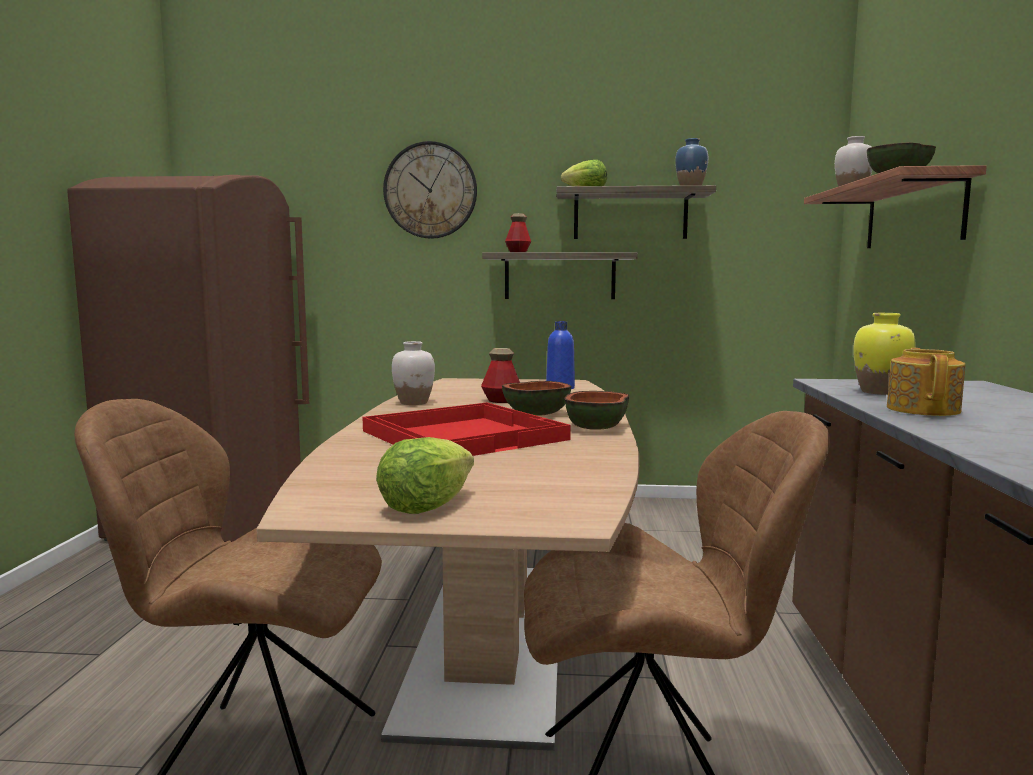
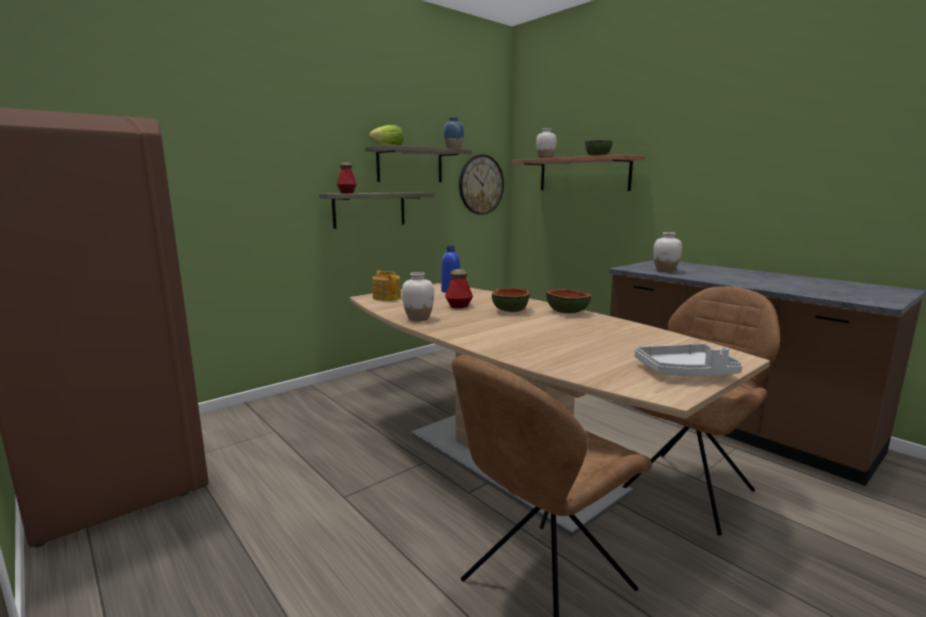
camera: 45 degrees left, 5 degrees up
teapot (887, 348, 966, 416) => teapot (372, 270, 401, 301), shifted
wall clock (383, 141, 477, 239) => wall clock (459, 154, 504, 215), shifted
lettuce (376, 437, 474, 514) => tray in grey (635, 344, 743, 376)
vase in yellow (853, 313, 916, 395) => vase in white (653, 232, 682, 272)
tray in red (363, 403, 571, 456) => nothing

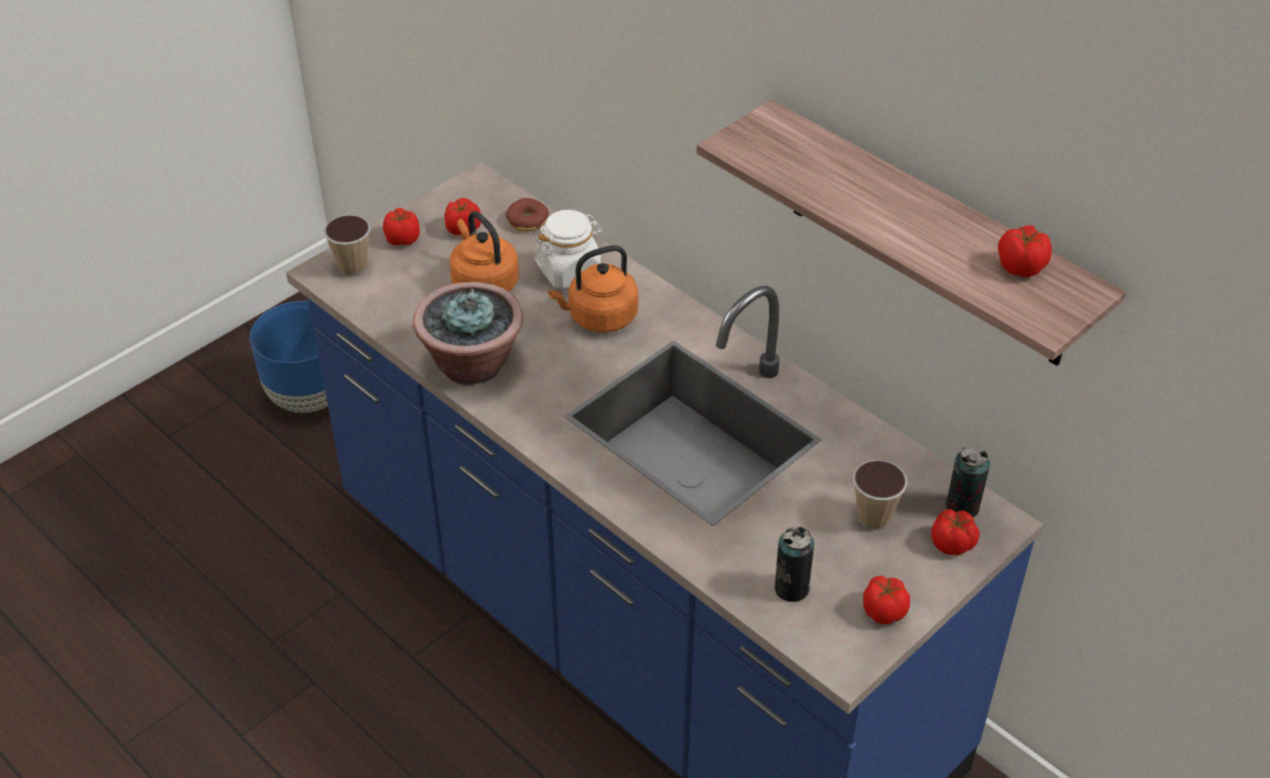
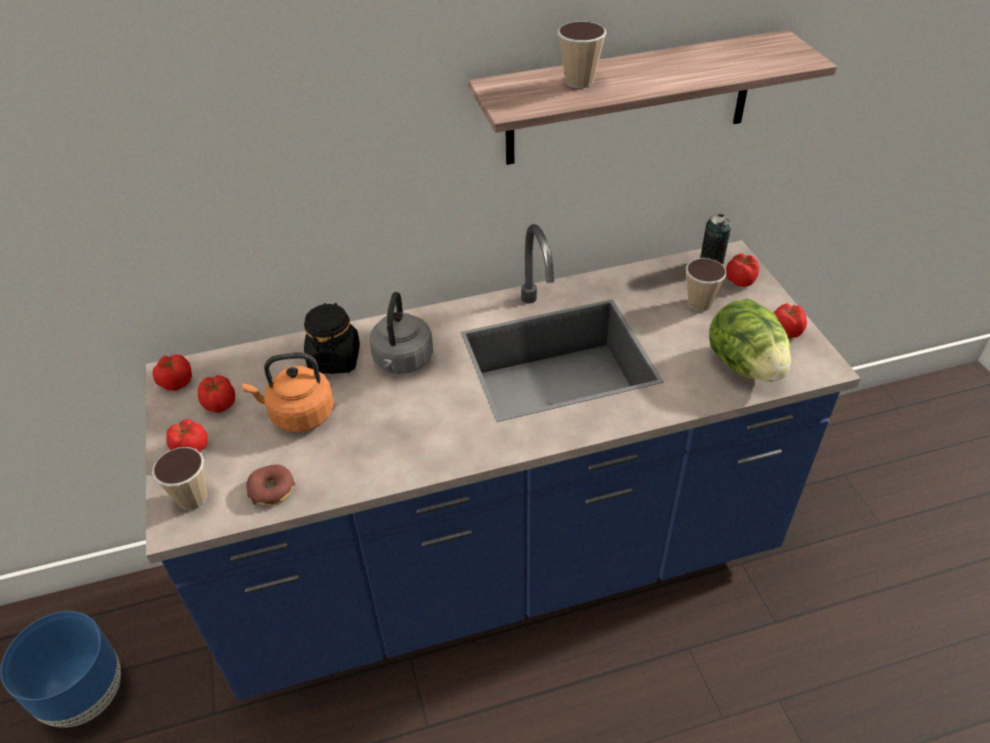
camera: 60 degrees left, 0 degrees up
tomato (998, 225, 1052, 277) => tomato (152, 354, 192, 391), shifted
donut (506, 198, 549, 232) => donut (247, 465, 295, 506), shifted
jar in white (535, 210, 603, 289) => jar in black (304, 303, 360, 374)
kettle in orange (548, 245, 638, 332) => kettle in grey (370, 292, 433, 374)
nothing => cup (557, 21, 607, 88)
can (775, 527, 814, 602) => lettuce (709, 299, 791, 382)
potted plant (413, 282, 523, 386) => nothing

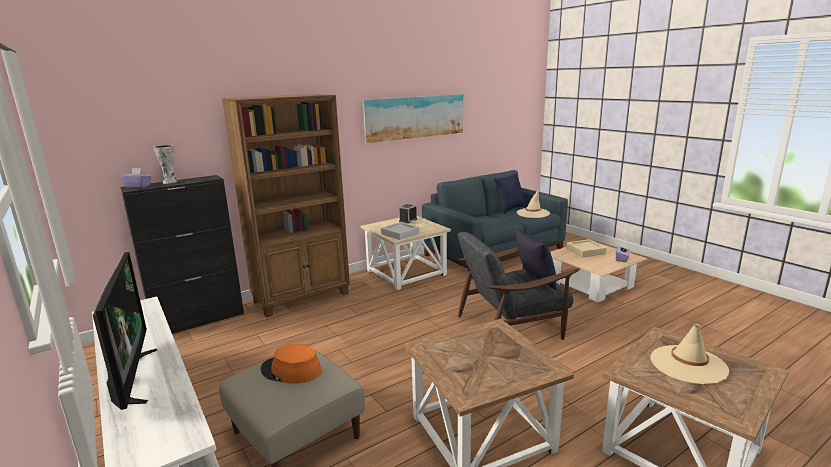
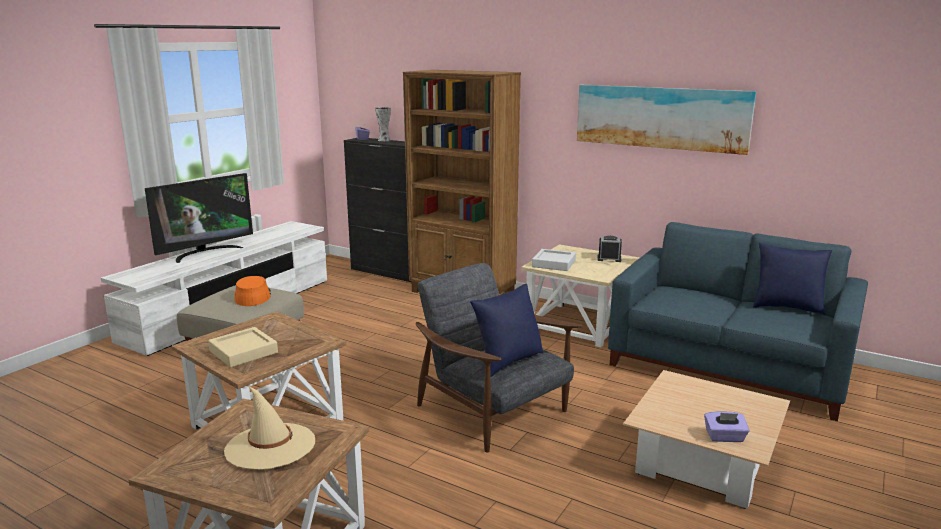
camera: 65 degrees right, 0 degrees up
tray in beige (566, 239, 607, 257) => tray in beige (208, 327, 278, 368), shifted
hat in beige (517, 191, 550, 218) => nothing

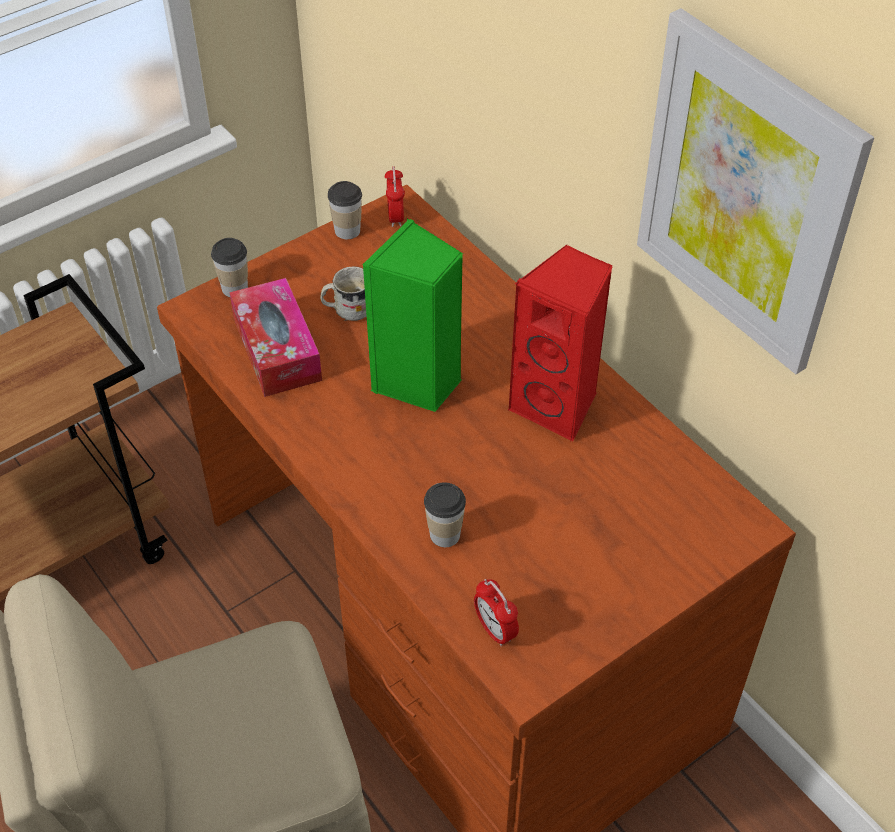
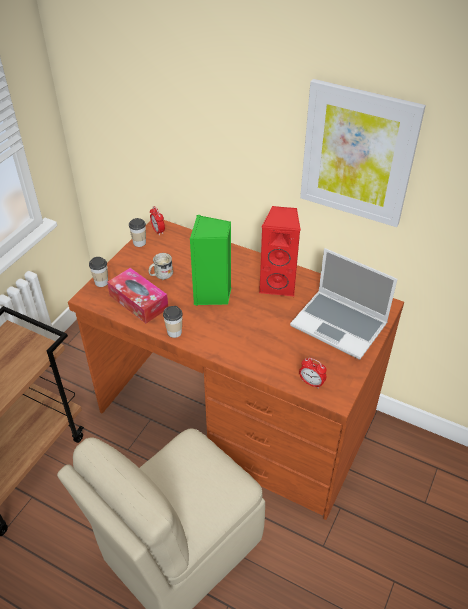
camera: 25 degrees left, 5 degrees down
cup (424, 482, 466, 547) => cup (163, 306, 183, 338), shifted
nothing => laptop (290, 248, 397, 360)

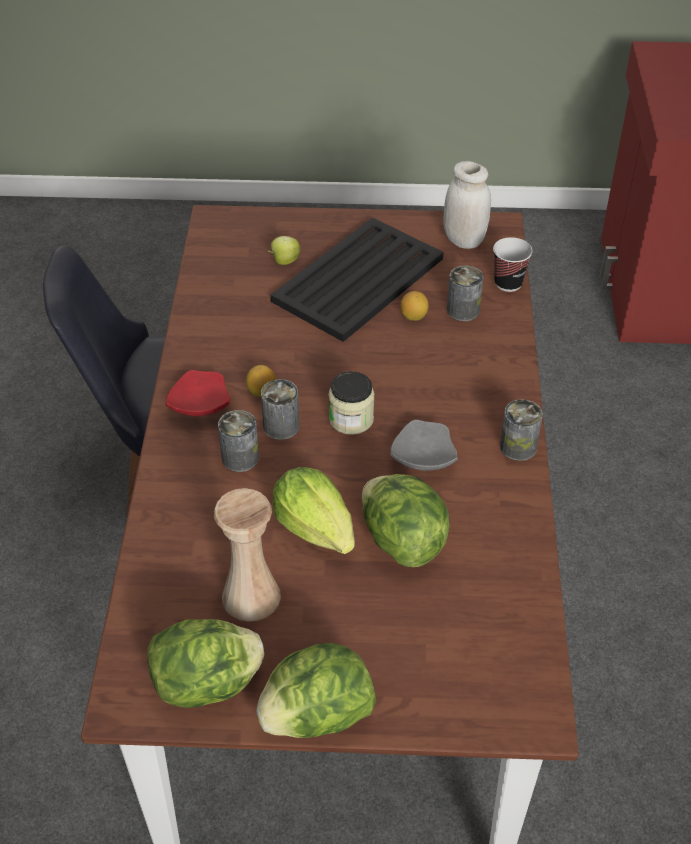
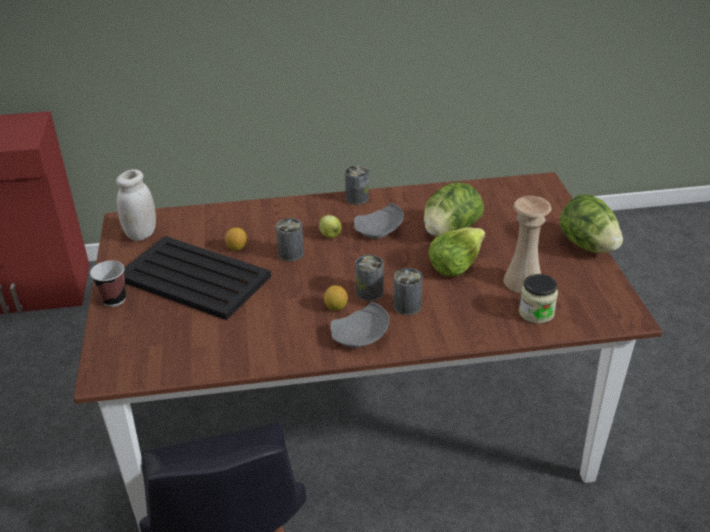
camera: 100 degrees left, 10 degrees down
cup (493, 237, 533, 292) => cup (90, 261, 126, 307), shifted
can (447, 266, 484, 321) => can (276, 218, 304, 262), shifted
apple (268, 236, 300, 265) => apple (319, 215, 341, 238), shifted
plate in red (165, 370, 230, 417) => plate in grey (330, 302, 389, 348)
jar (328, 371, 375, 435) => jar (519, 274, 558, 324), shifted
lettuce (147, 619, 264, 708) => nothing

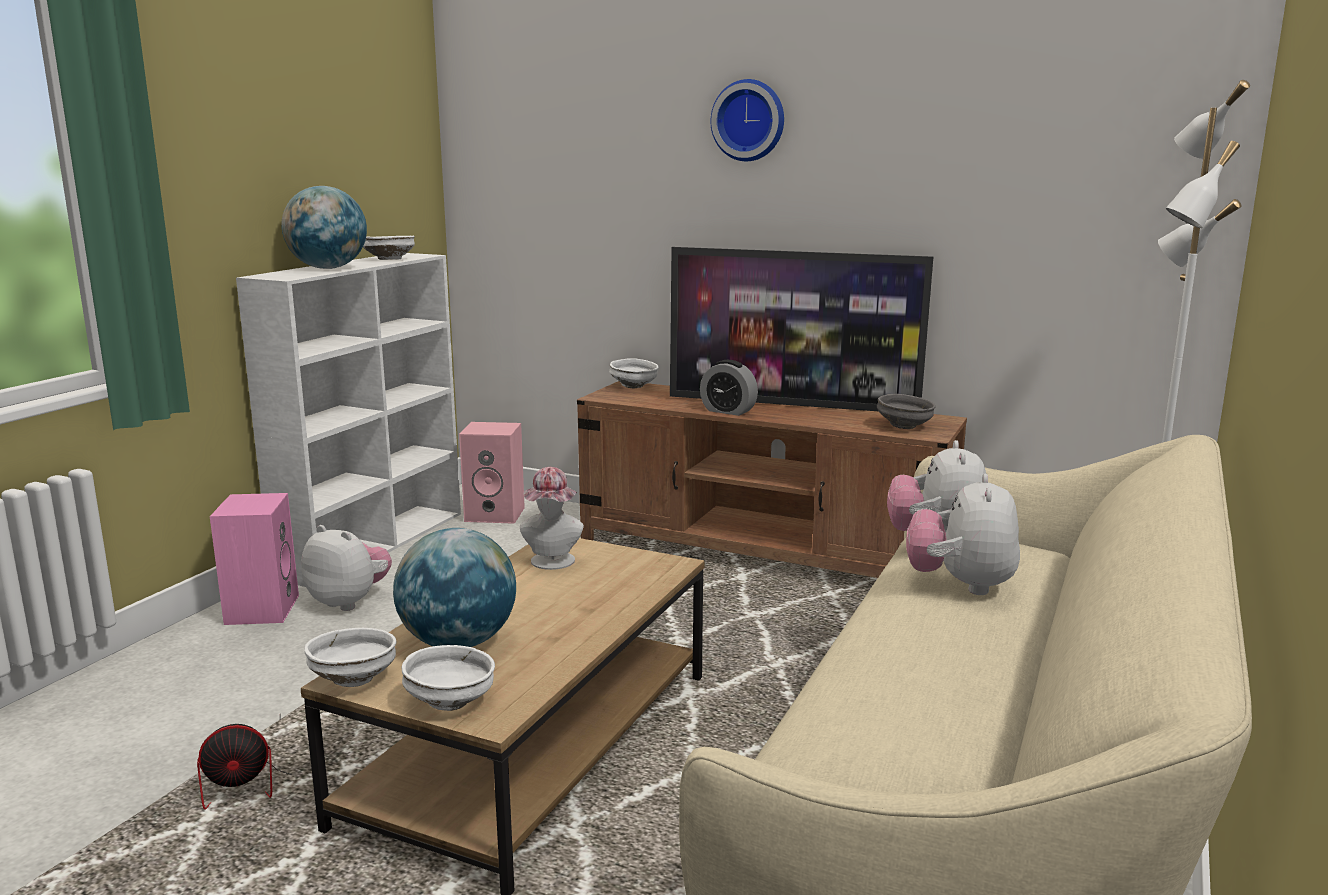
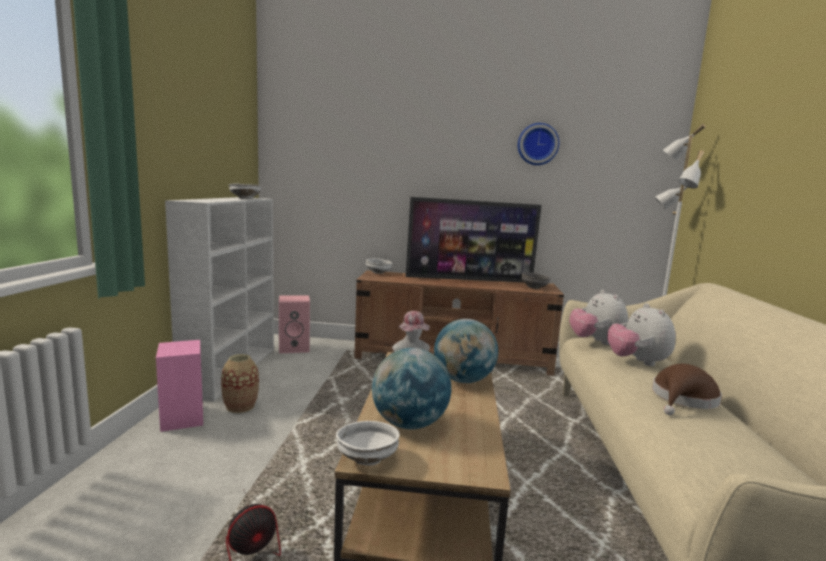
camera: 20 degrees left, 5 degrees down
plush toy (301, 525, 392, 611) => vase (221, 354, 259, 413)
globe (281, 186, 367, 269) => globe (434, 319, 498, 383), shifted
wall clock (710, 79, 784, 161) => wall clock (518, 123, 559, 165), shifted
nothing => hat in brown (652, 364, 722, 415)
bowl in white (401, 645, 495, 711) => nothing
alarm clock (700, 360, 758, 416) => nothing

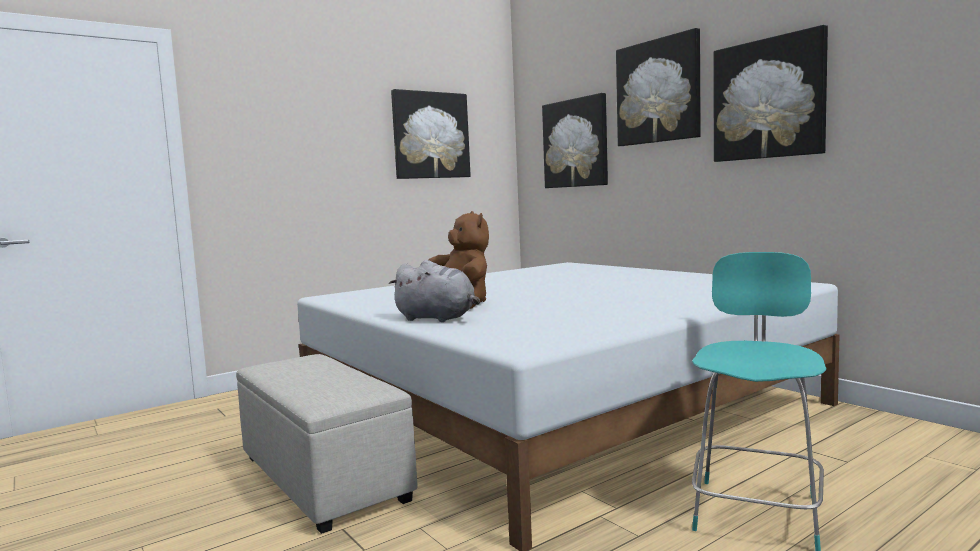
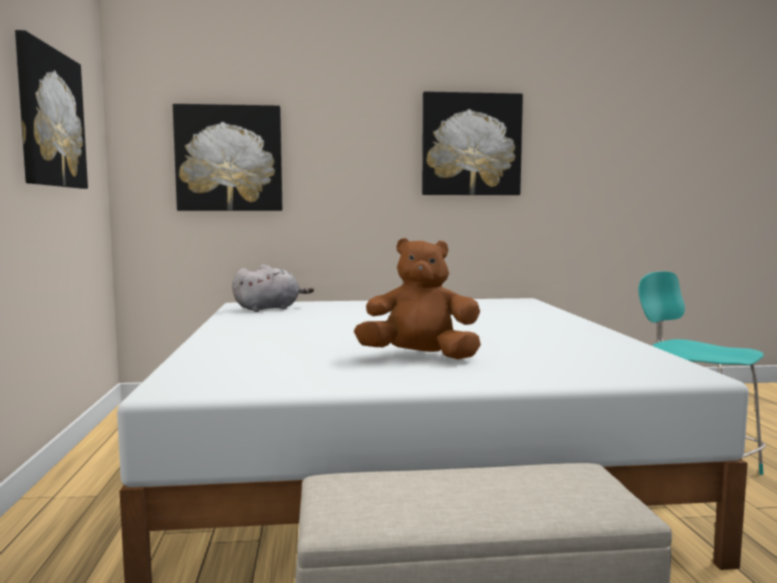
camera: 60 degrees left, 0 degrees up
plush toy in grey (388, 260, 480, 322) => plush toy in grey (232, 264, 314, 312), shifted
picture (616, 28, 701, 146) => nothing

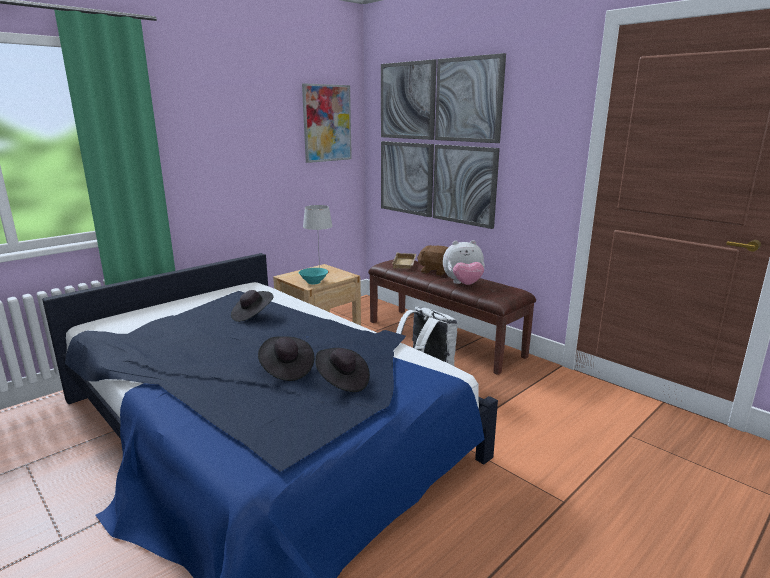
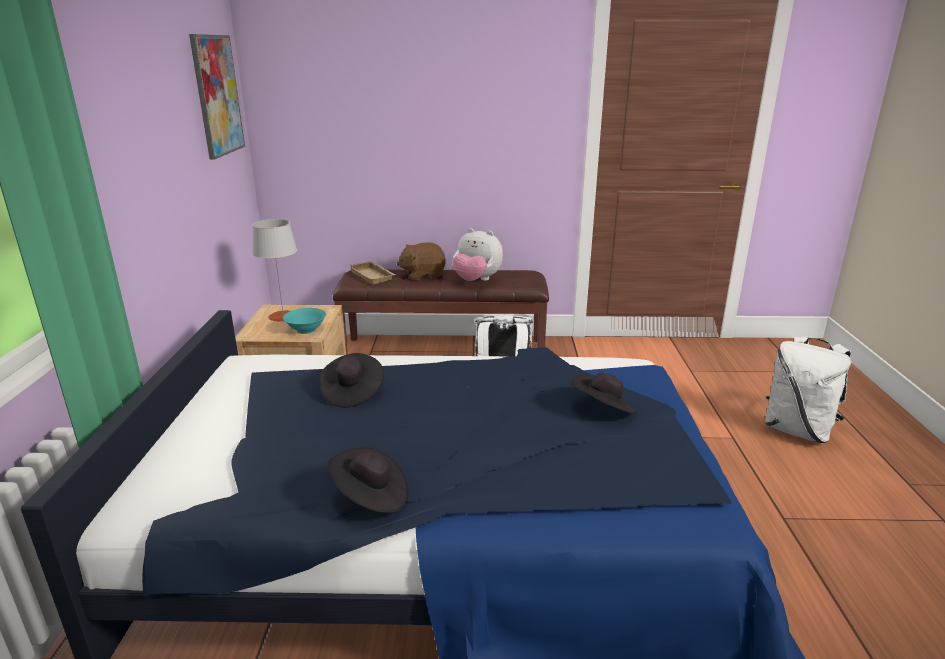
camera: 45 degrees left, 5 degrees up
hat in black (258, 336, 315, 381) => hat in black (327, 447, 409, 513), shifted
plush toy (443, 240, 485, 285) => plush toy (452, 228, 503, 281), 75 degrees clockwise
nothing => backpack in white (765, 337, 851, 443)
picture (381, 53, 506, 229) => nothing

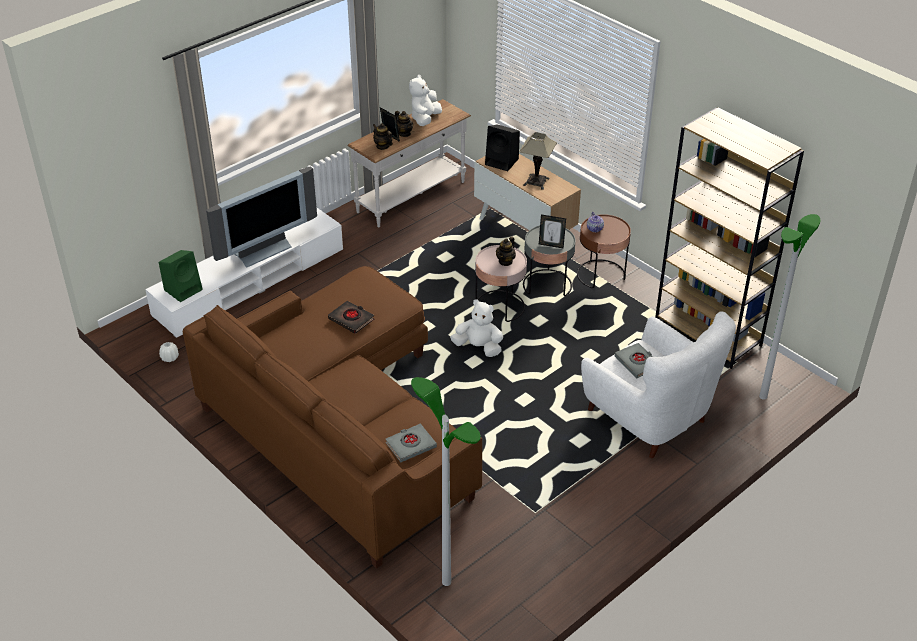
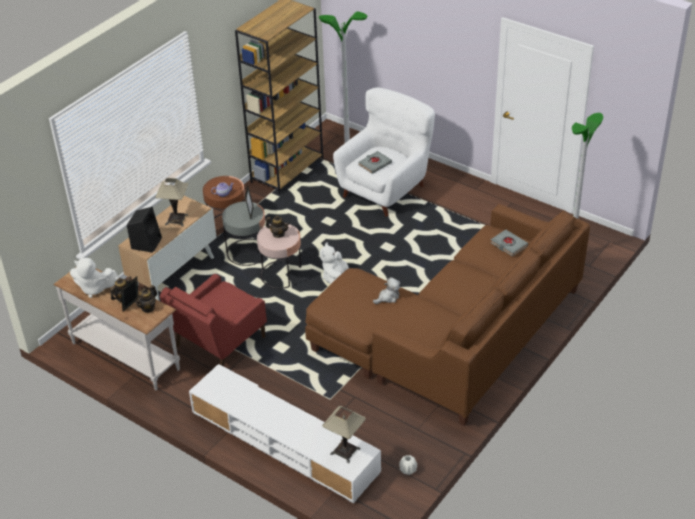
camera: 100 degrees left, 0 degrees up
nothing => armchair in red (160, 274, 267, 366)
speaker in green (159, 250, 203, 302) => table lamp (322, 406, 366, 463)
book in black (328, 301, 374, 334) => plush toy (373, 277, 400, 304)
television (206, 166, 317, 268) => nothing

